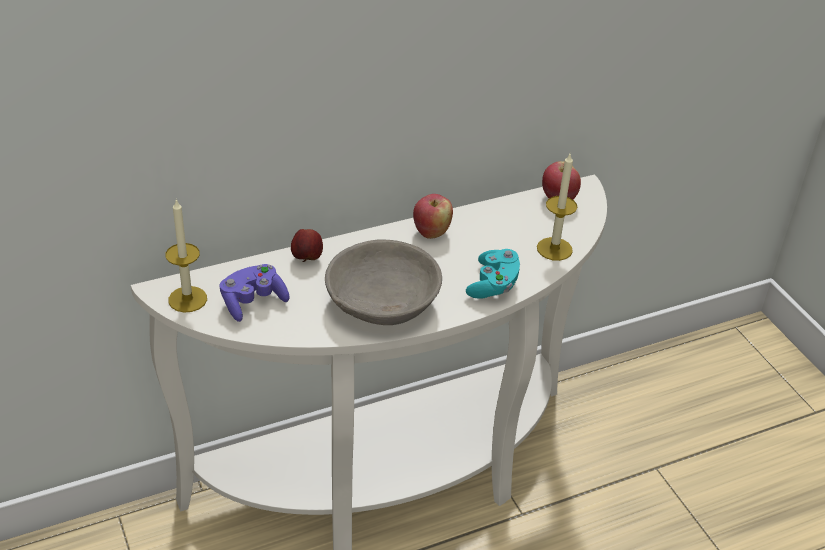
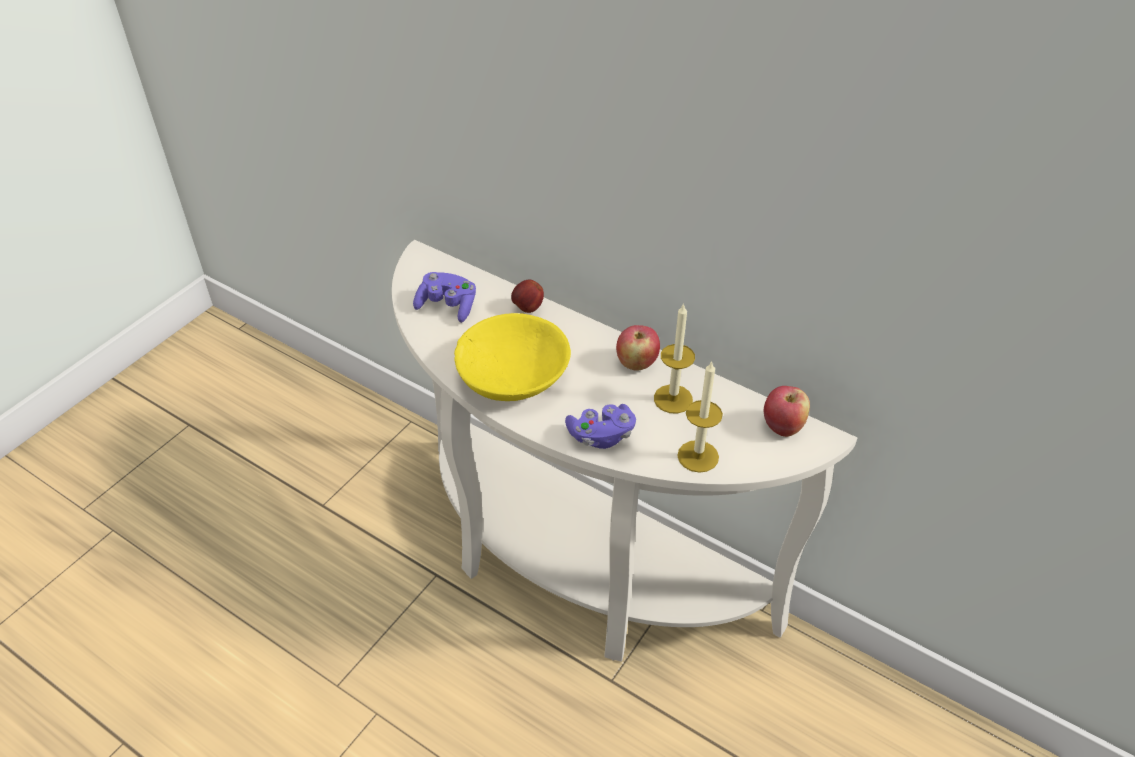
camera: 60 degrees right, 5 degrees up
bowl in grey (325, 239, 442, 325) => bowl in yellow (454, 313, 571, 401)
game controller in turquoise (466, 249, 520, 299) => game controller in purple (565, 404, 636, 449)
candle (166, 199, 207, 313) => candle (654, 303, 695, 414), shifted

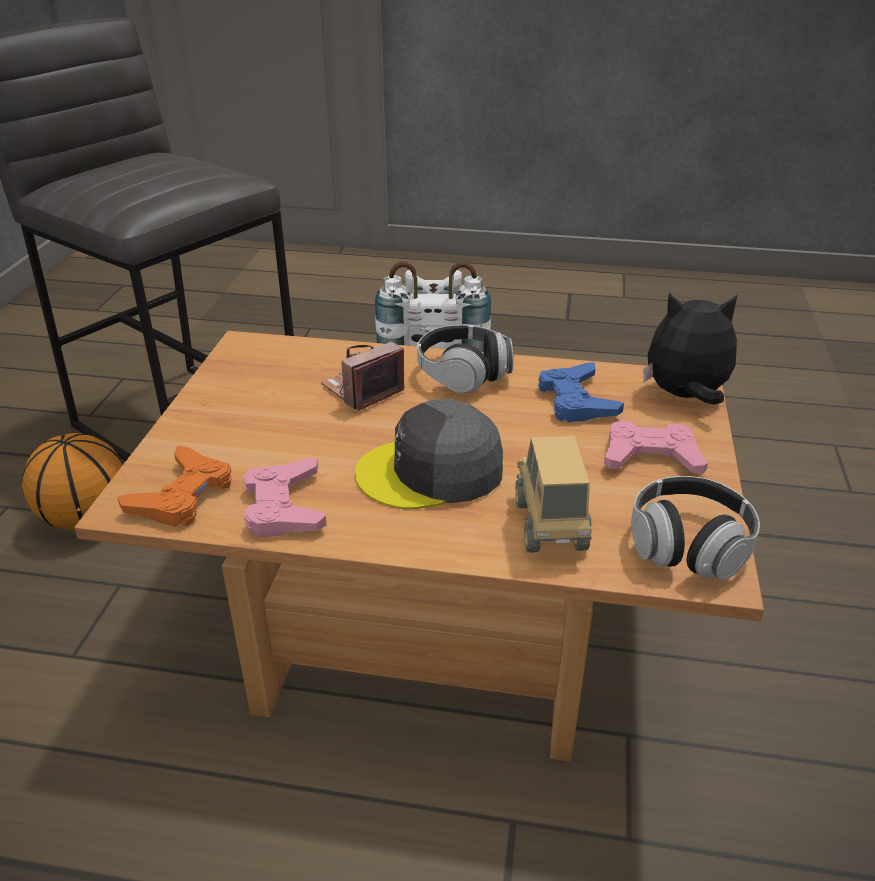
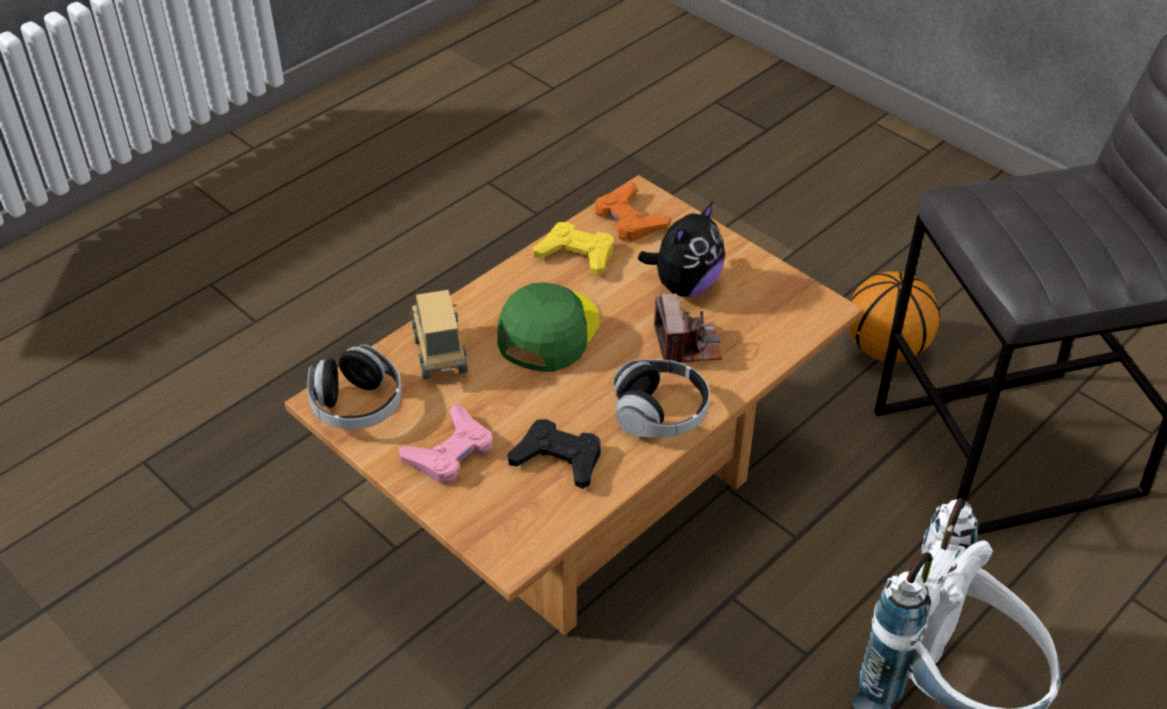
camera: 125 degrees right, 10 degrees up
toy truck (515, 436, 592, 553) => toy truck (410, 290, 468, 379), 135 degrees counterclockwise
cap in grey (355, 399, 503, 509) => cap in green (497, 282, 600, 372)
game controller in blue (538, 362, 624, 422) => game controller in black (508, 419, 601, 489)
game controller in pink (243, 458, 327, 538) => game controller in yellow (533, 222, 613, 276)
plush toy (643, 293, 737, 405) => plush toy (638, 201, 725, 297), shifted

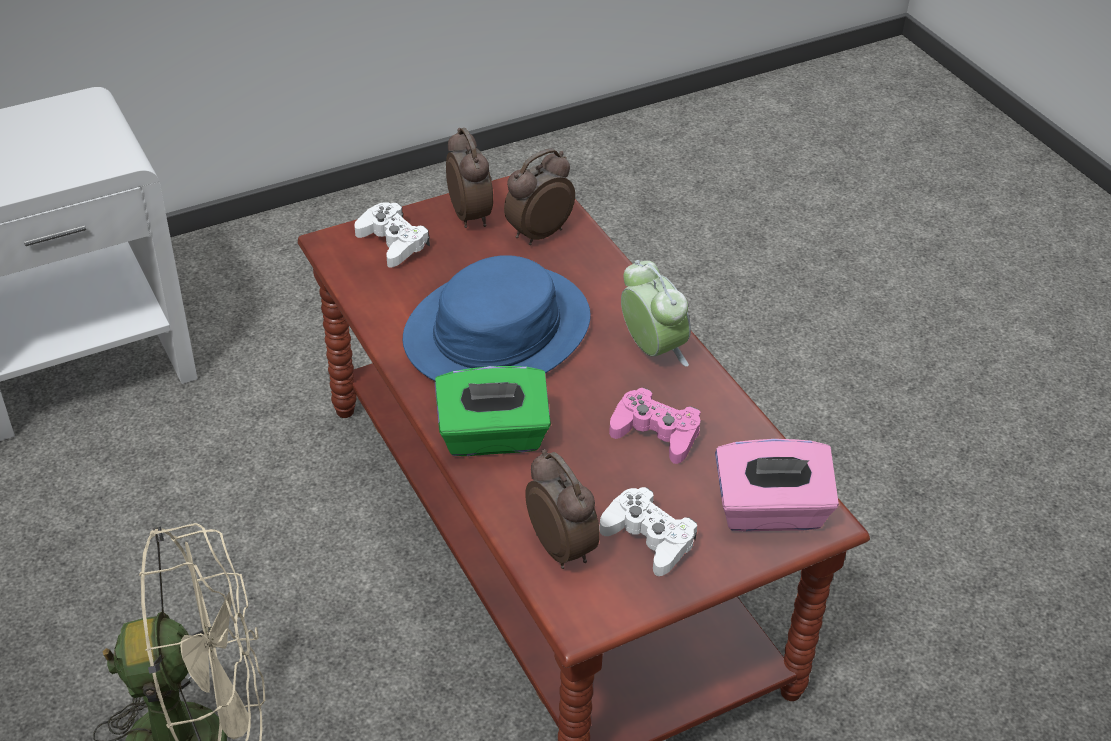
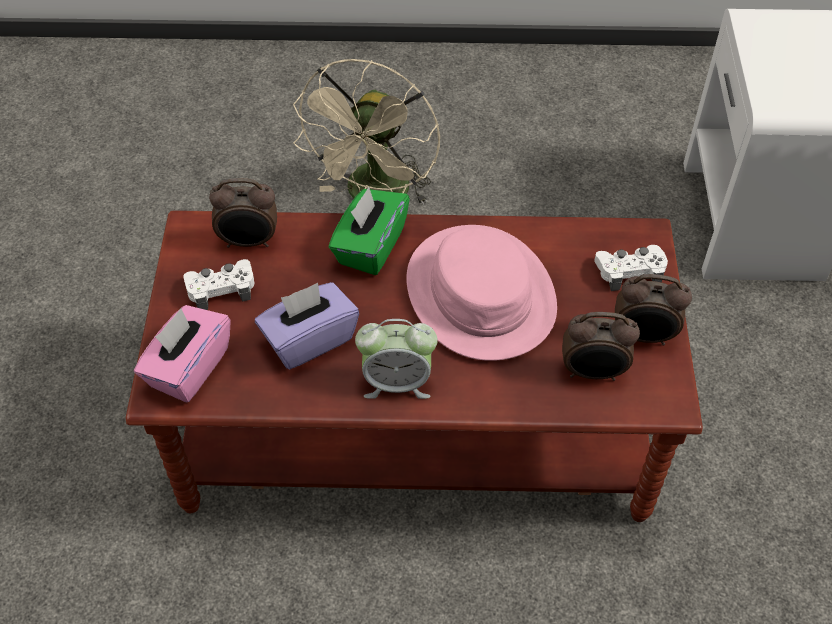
camera: 120 degrees right, 10 degrees up
game controller in pink (609, 388, 701, 464) => tissue box in purple (255, 282, 359, 369)
hat in blue (403, 255, 591, 381) => hat in pink (406, 225, 557, 361)
alarm clock (504, 148, 575, 245) => alarm clock (562, 312, 640, 381), 105 degrees clockwise

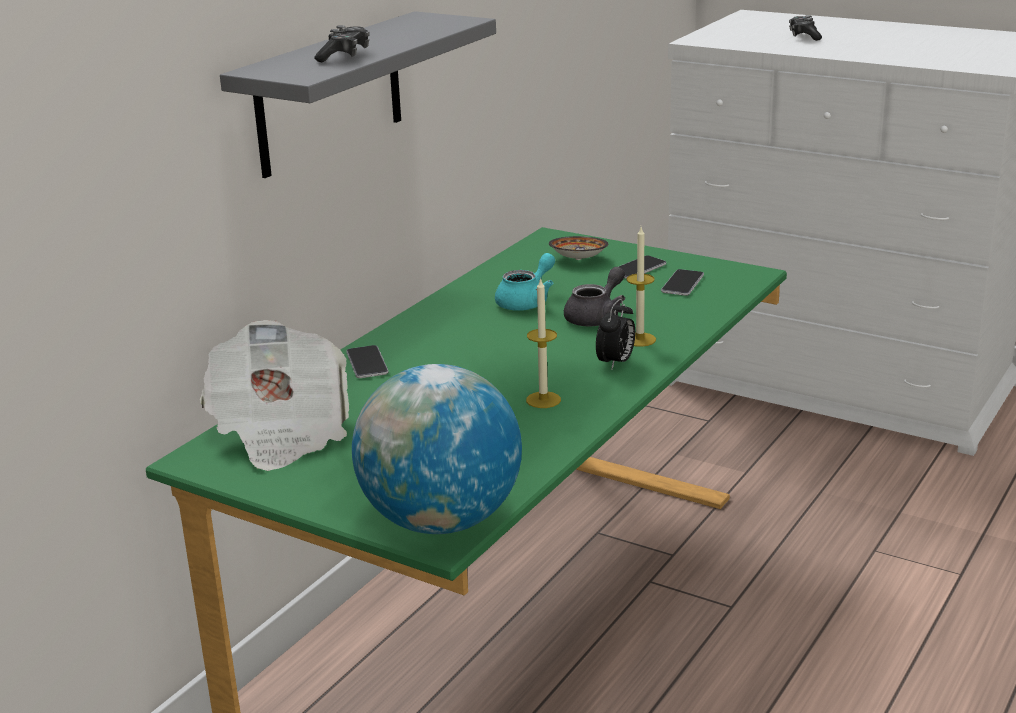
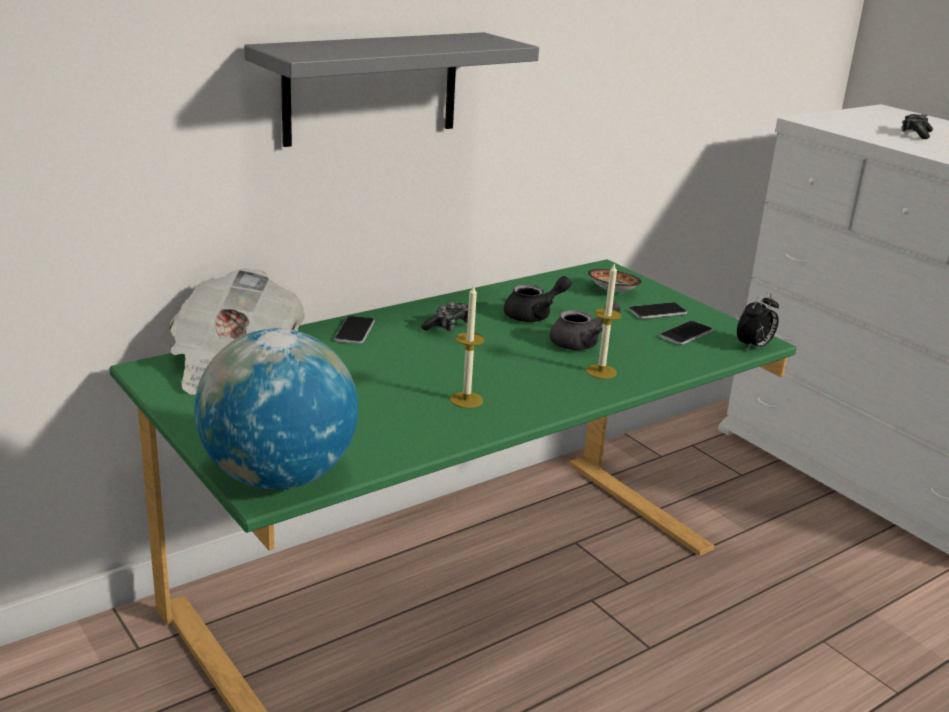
camera: 20 degrees right, 0 degrees up
game controller (314, 25, 370, 63) => game controller (421, 302, 469, 332), shifted
teapot in turquoise (495, 253, 555, 311) => teapot in black (504, 276, 571, 322)
alarm clock (596, 299, 635, 370) => alarm clock (737, 292, 779, 351), shifted

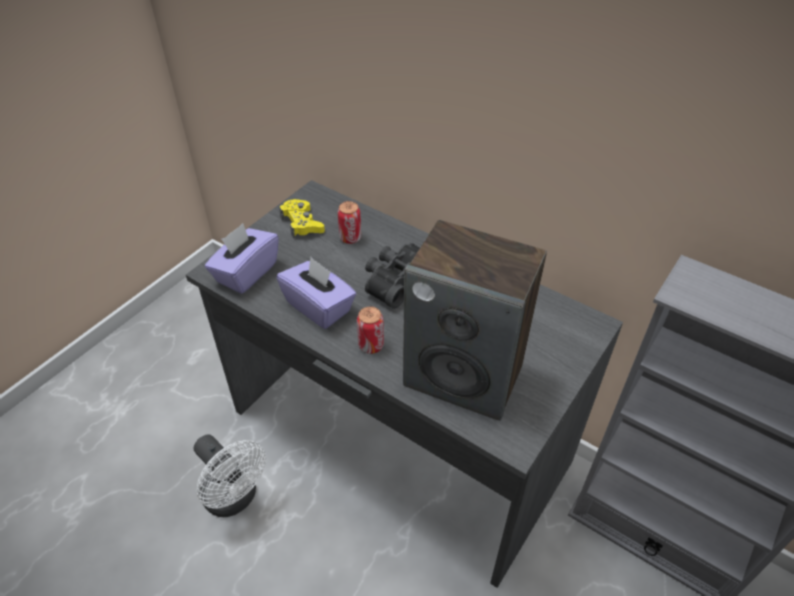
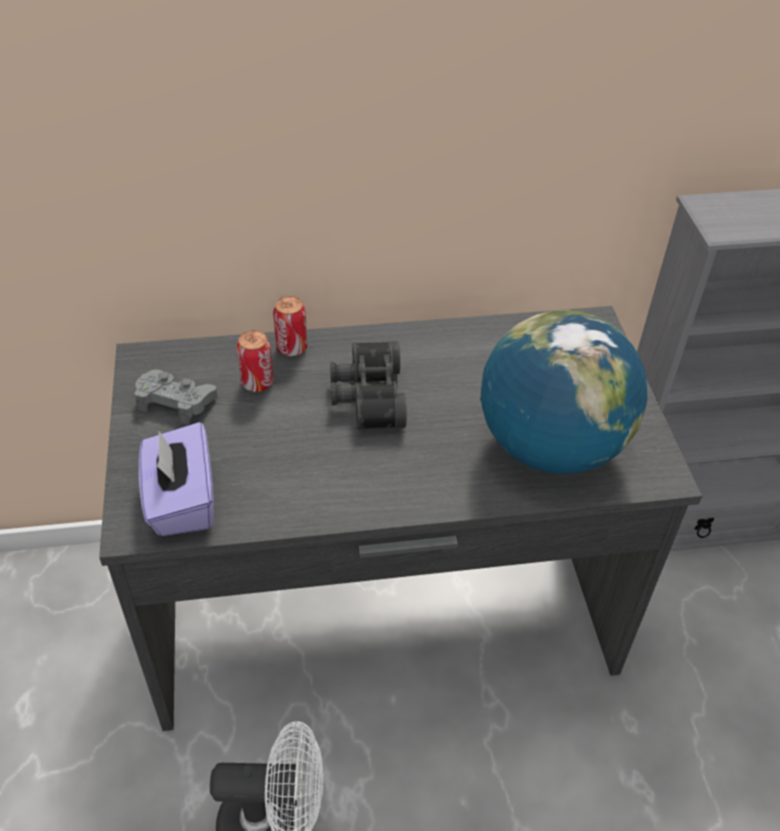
camera: 45 degrees left, 0 degrees up
game controller in yellow (279, 199, 325, 239) => game controller in grey (134, 370, 218, 425)
can (357, 306, 384, 354) => can (273, 296, 307, 356), shifted
speaker (403, 220, 547, 421) => globe (481, 310, 647, 474)
tissue box in purple (277, 257, 356, 329) => nothing

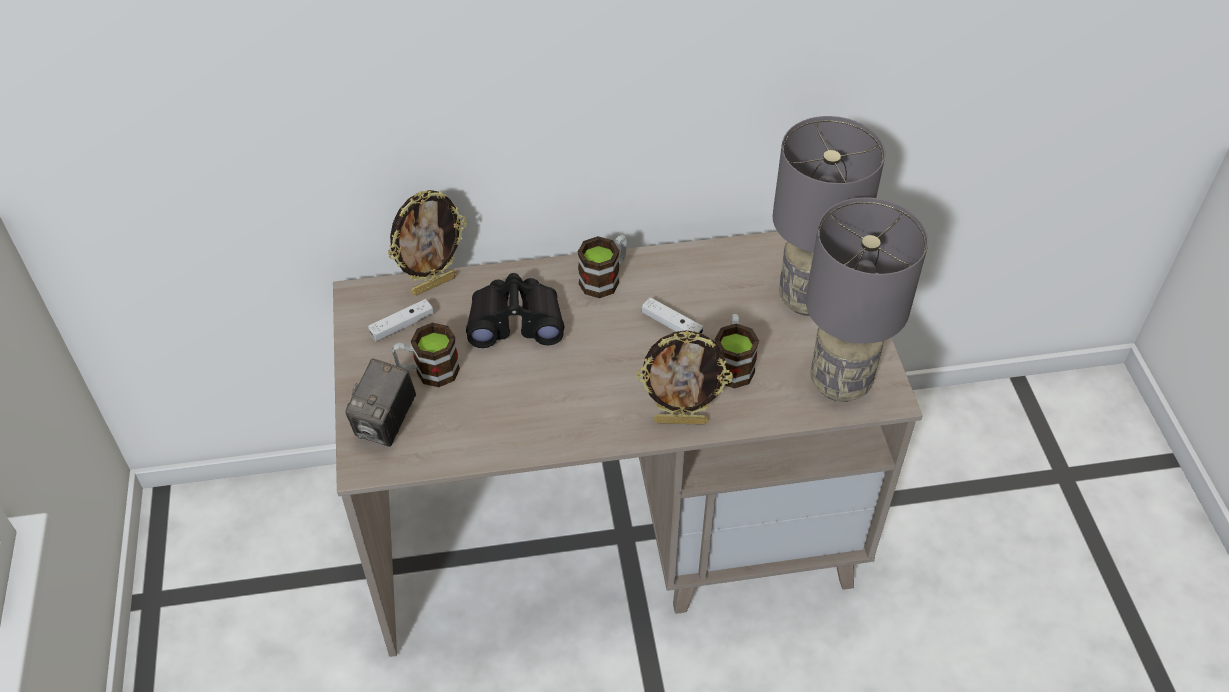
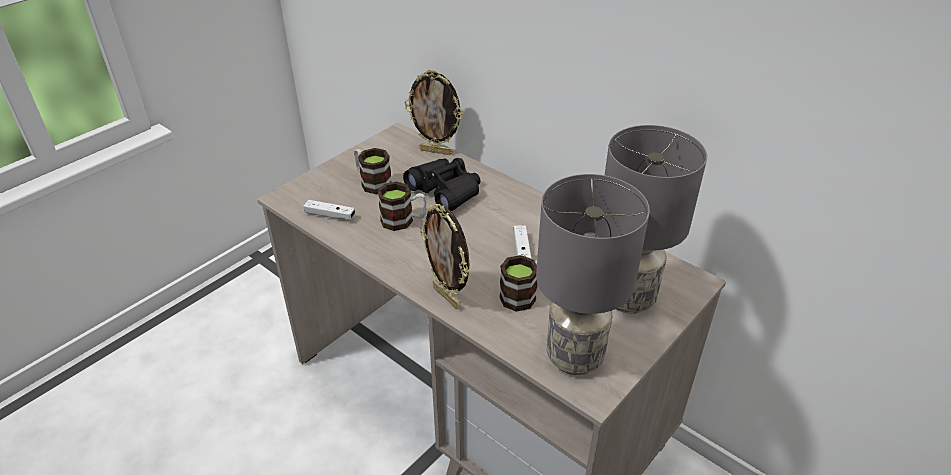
camera: 50 degrees right, 10 degrees down
game controller in white (368, 299, 434, 342) => game controller in white (303, 200, 355, 219), shifted
mug (578, 235, 627, 298) => mug (377, 182, 427, 231), shifted
photo camera (345, 359, 416, 447) => nothing

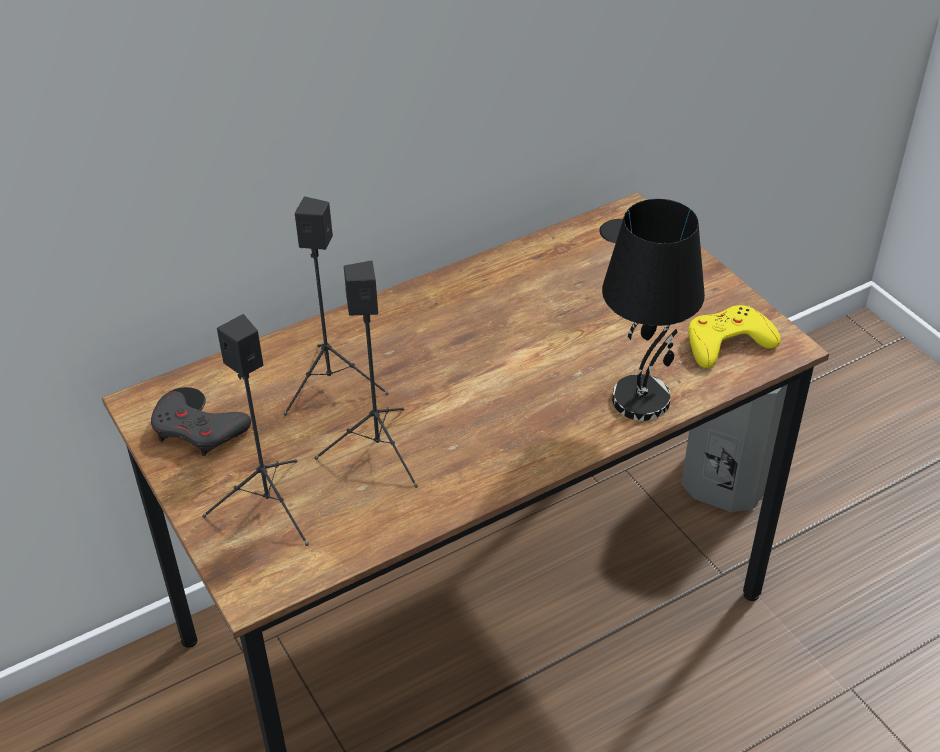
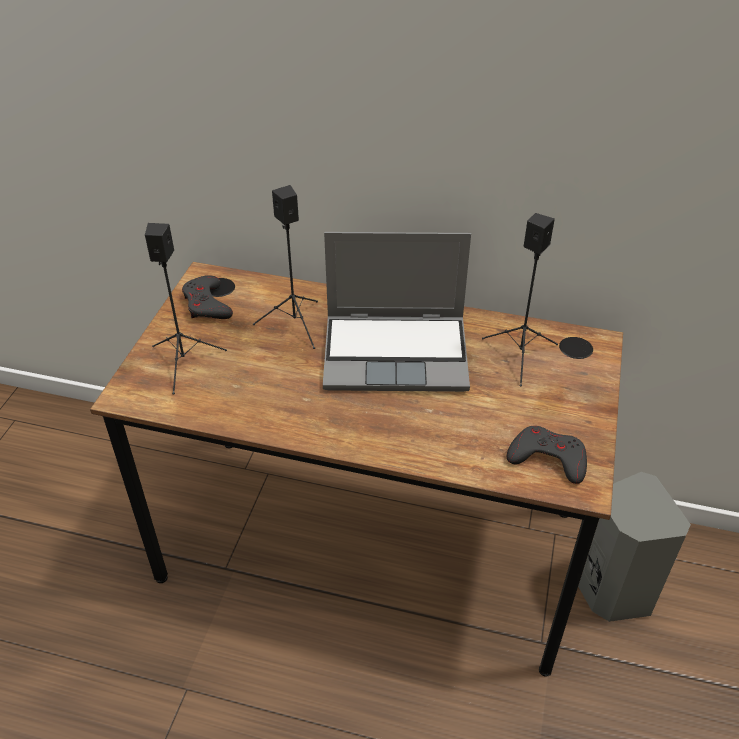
camera: 45 degrees right, 0 degrees up
nothing => laptop (323, 232, 471, 392)
speaker in black (315, 260, 418, 488) => speaker in black (482, 213, 558, 387), shifted
game controller in yellow (688, 305, 781, 368) => game controller in grey (507, 426, 587, 484)
table lamp in black (602, 199, 705, 421) => nothing

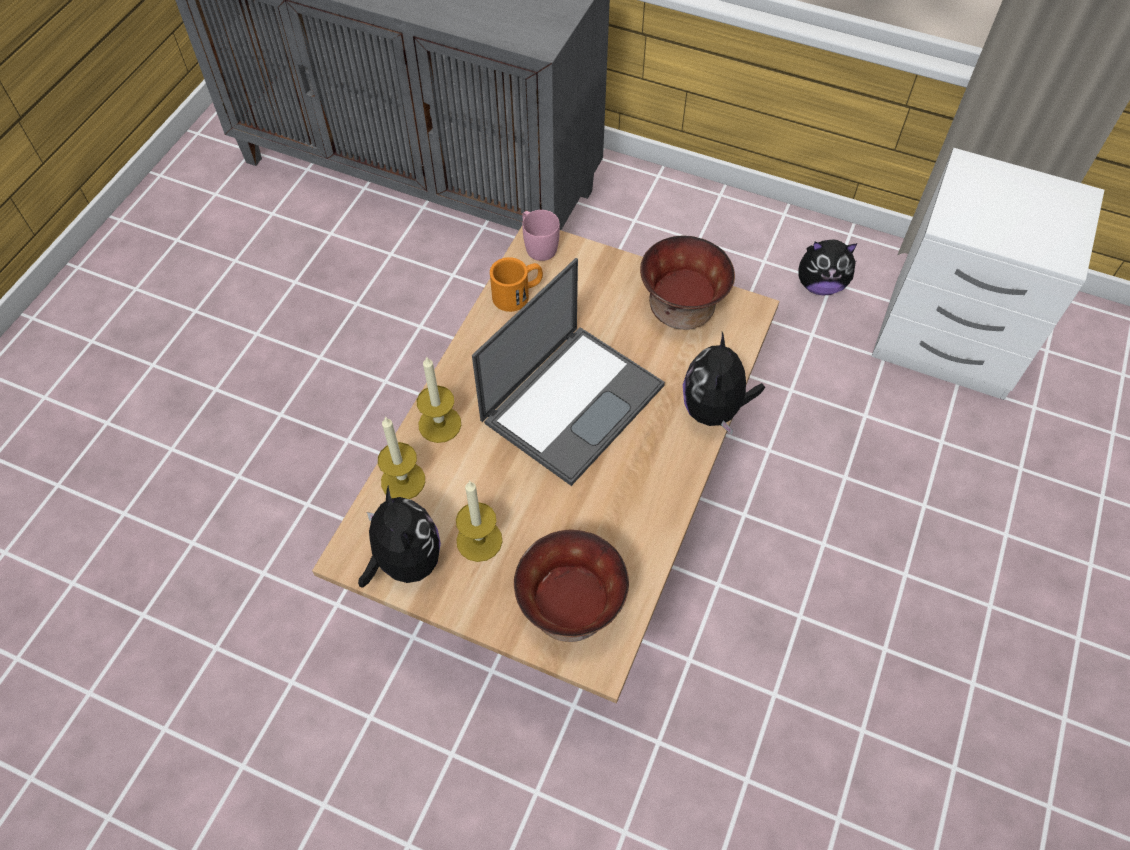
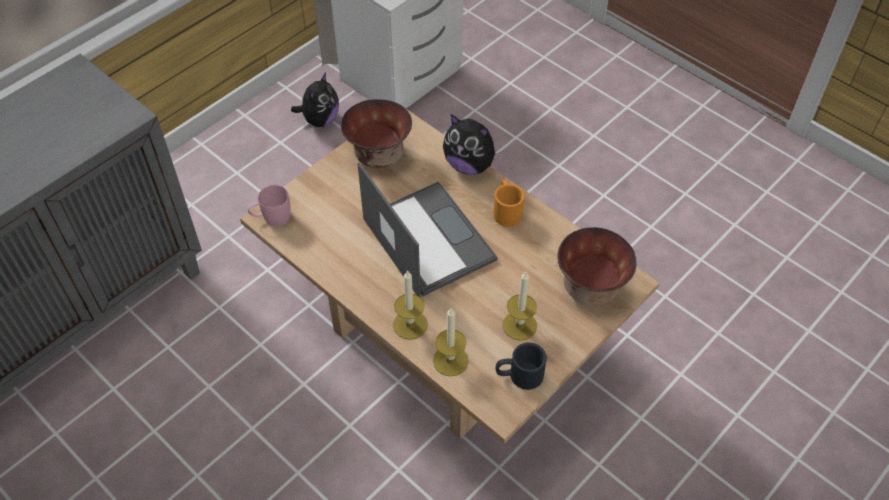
camera: 70 degrees left, 5 degrees down
mug in orange (490, 257, 543, 312) => mug in orange (493, 179, 525, 227), shifted
plush toy (358, 486, 441, 588) => mug in black (496, 343, 547, 390)

